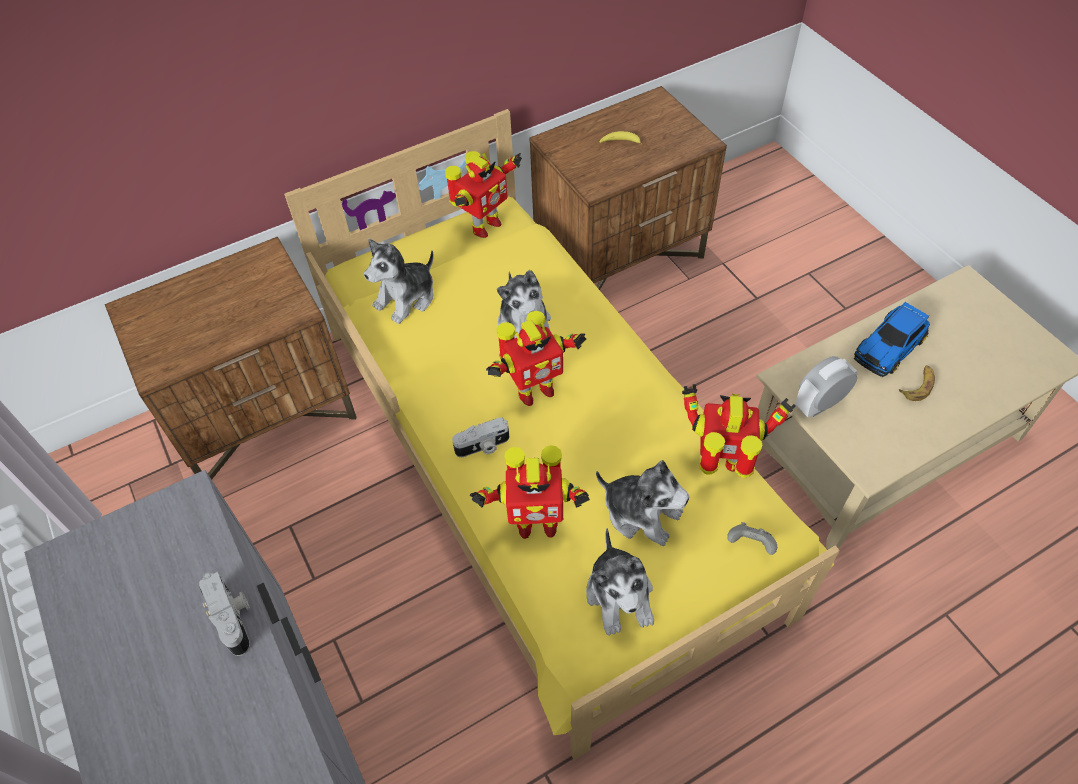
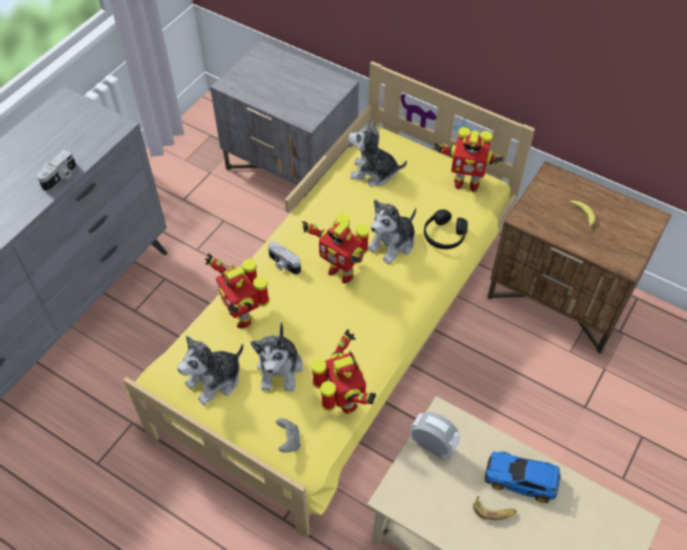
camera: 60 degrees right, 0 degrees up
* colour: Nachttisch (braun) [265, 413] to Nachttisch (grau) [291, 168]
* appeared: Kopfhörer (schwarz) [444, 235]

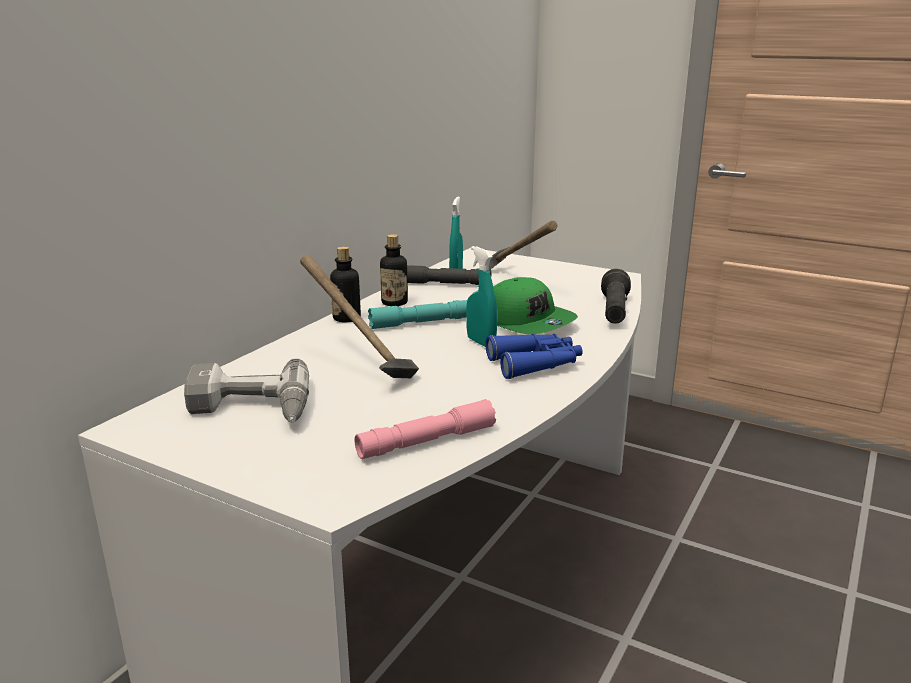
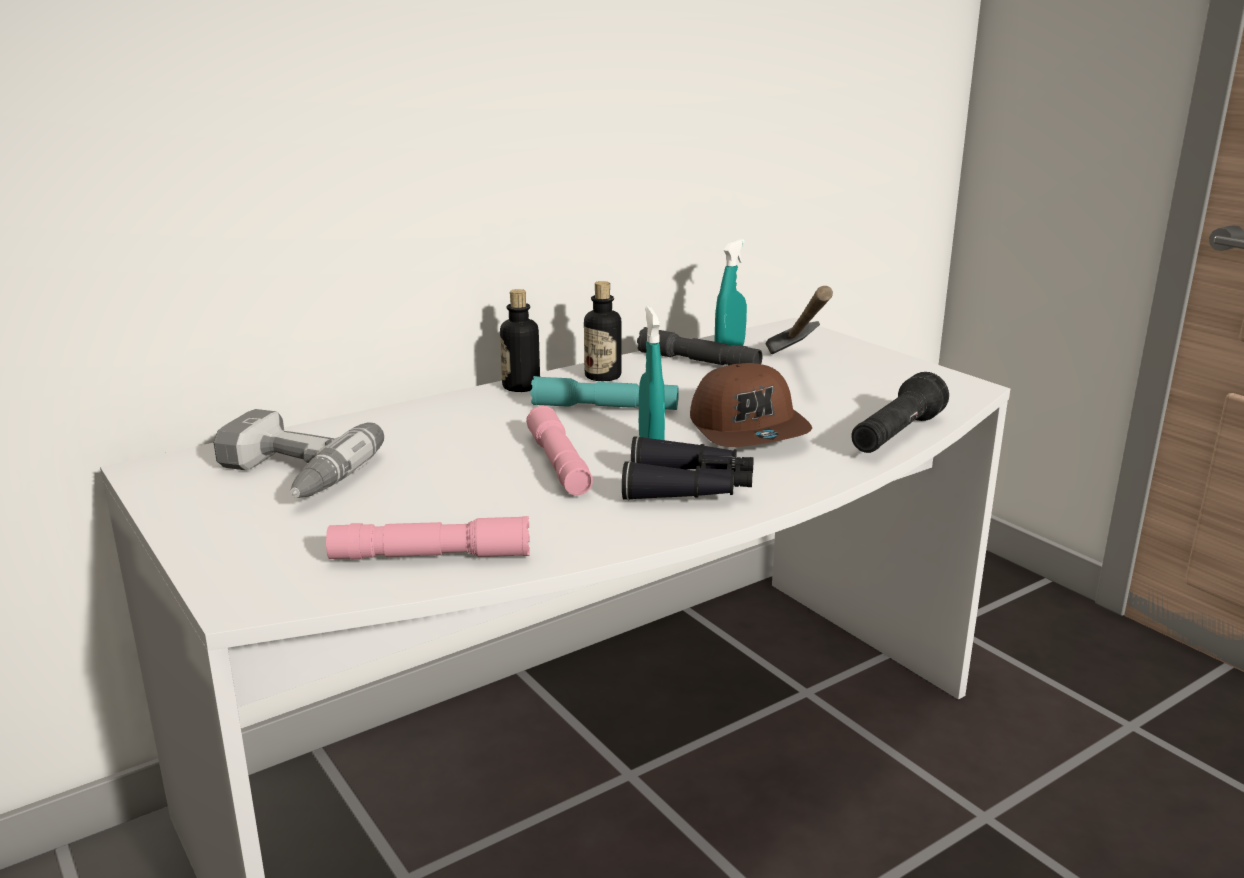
camera: 25 degrees right, 0 degrees up
* appeared: Taschenlampe (rosa) [559, 464]
* colour: Fernglas (blau) [536, 364] to Fernglas (schwarz) [689, 488]
* colour: Kappe (grün) [528, 322] to Kappe (braun) [749, 429]
* missing: Hammer [358, 367]

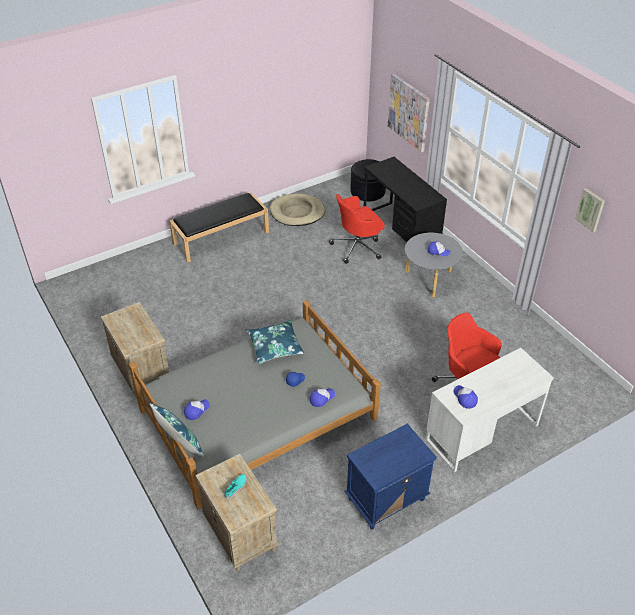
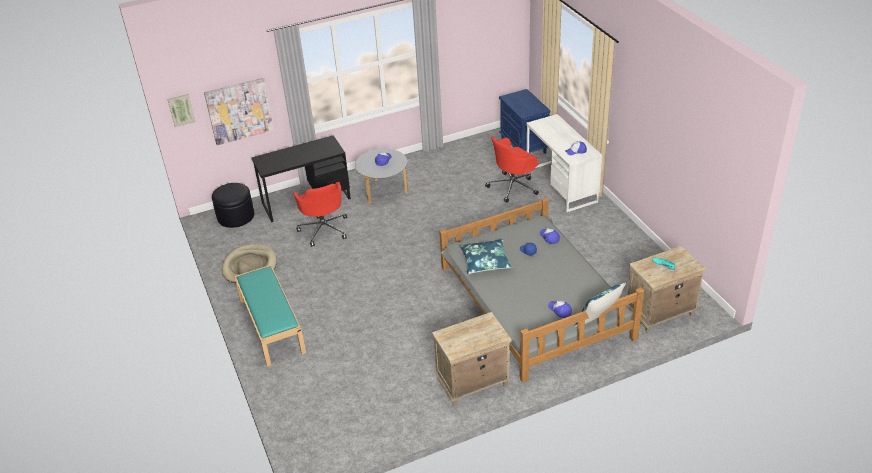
camera: 80 degrees left, 5 degrees down
* relocated: Bild [590, 209] to [181, 109]
* colour: Bank (schwarz) [221, 237] to Bank (türkis) [271, 325]
* relocated: Nachttisch (blau) [386, 500] to [524, 146]

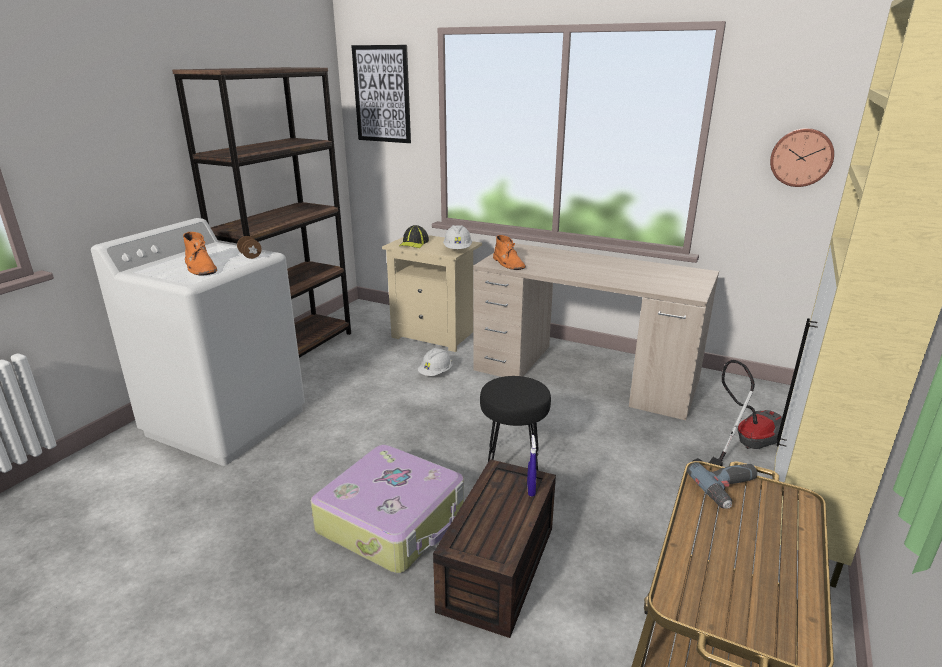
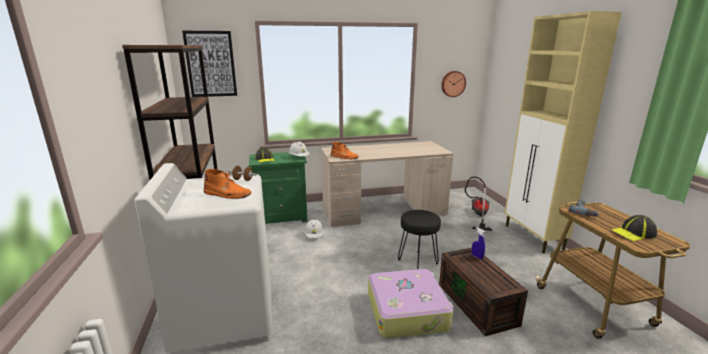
camera: 40 degrees left, 5 degrees down
* colour: Nachttisch (beige) [435, 335] to Nachttisch (grün) [282, 217]
* appeared: Kappe [633, 233]

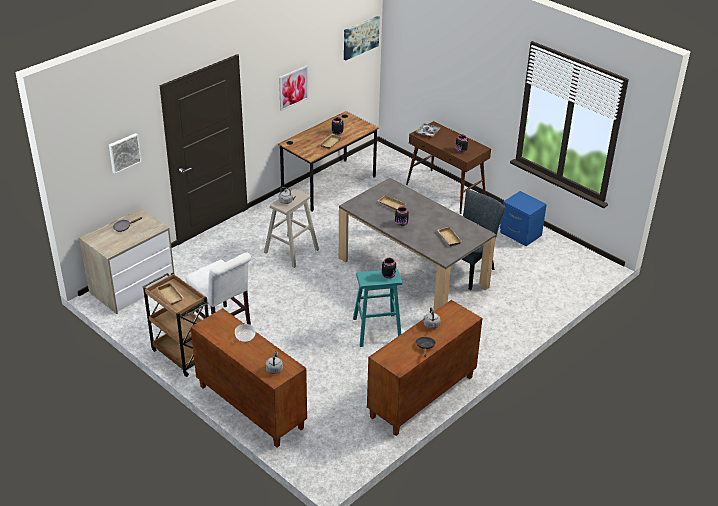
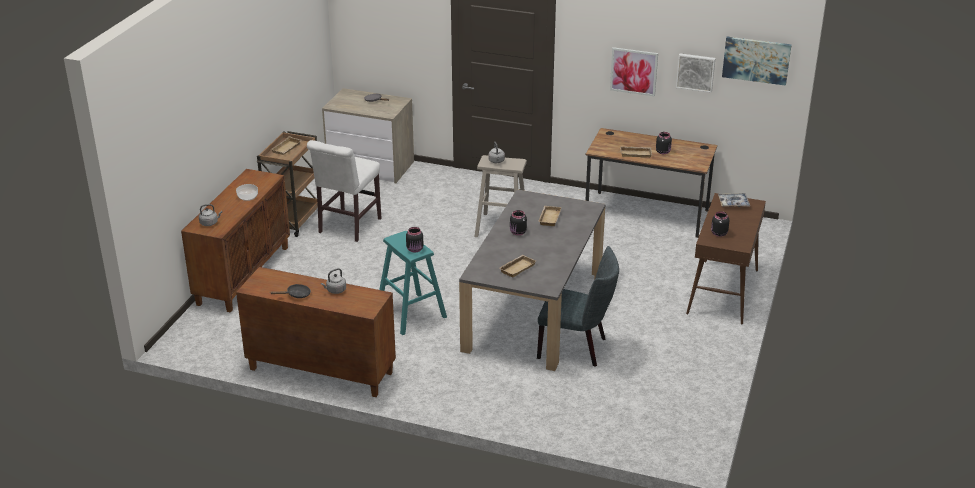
camera: 65 degrees right, 5 degrees down
* relocated: Bild [124, 152] to [695, 72]
* missing: Nachttisch (blau) [520, 234]

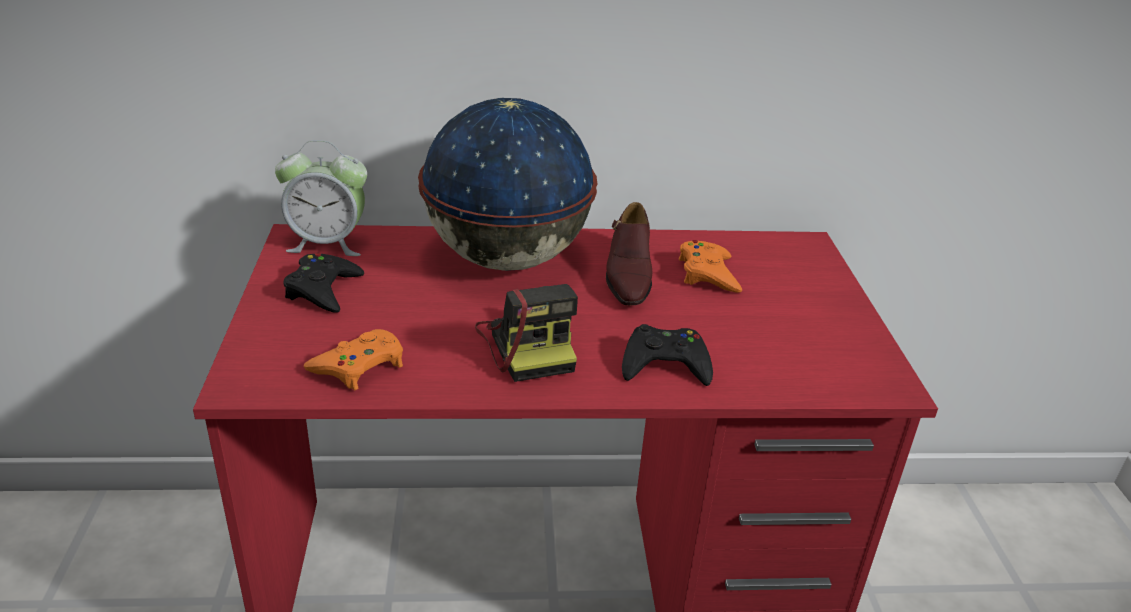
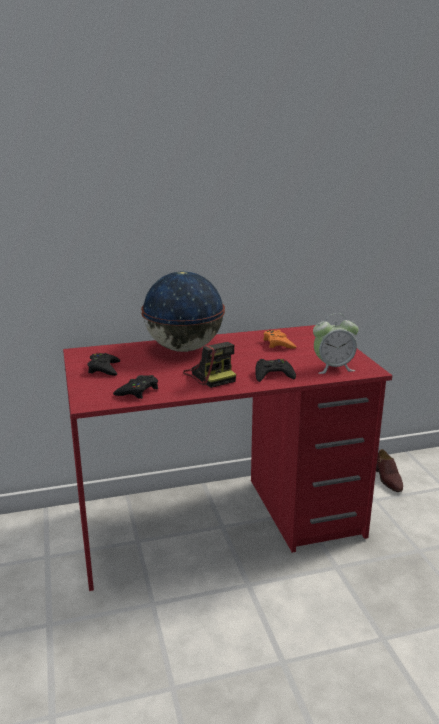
camera: 10 degrees left, 10 degrees down
* colour: Gamepad (orange) [359, 366] to Gamepad (schwarz) [138, 391]
* relocated: Wecker [327, 243] to [333, 368]
* relocated: Schuh (braun) [628, 275] to [387, 479]

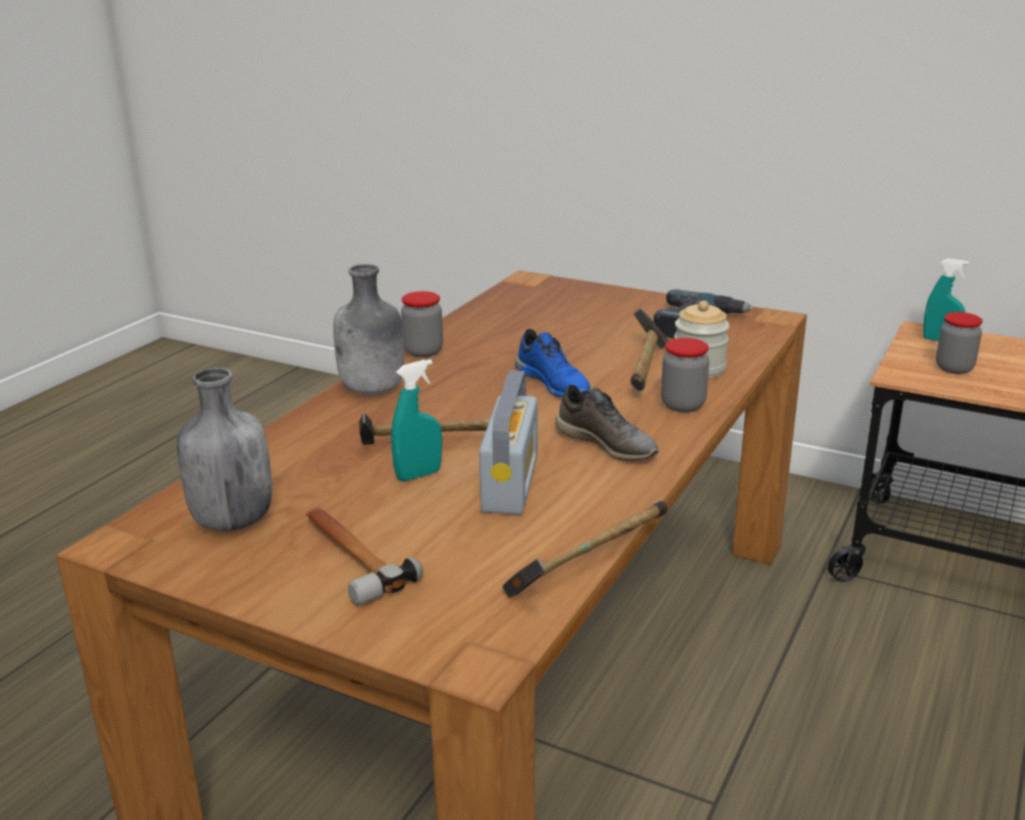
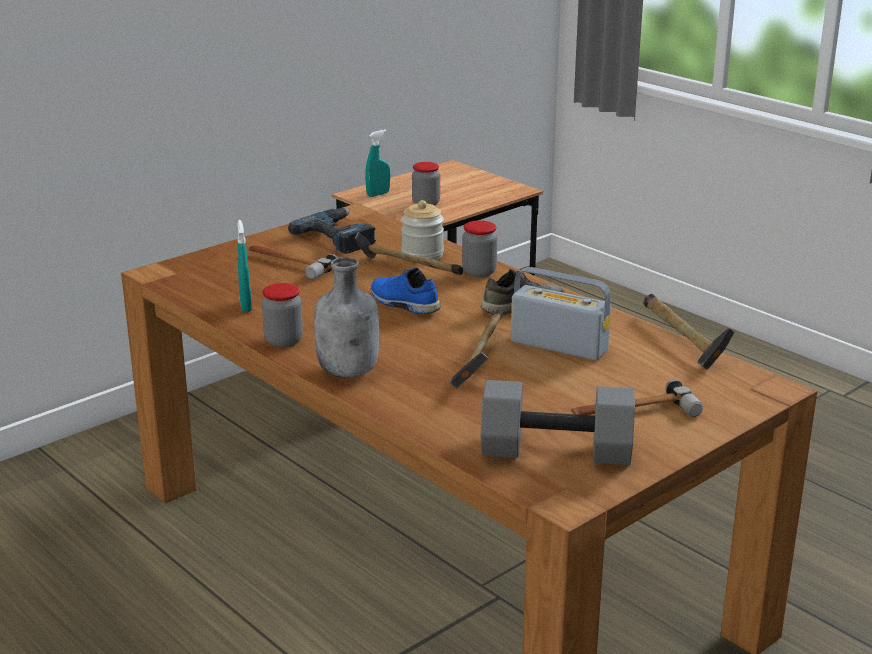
camera: 70 degrees left, 0 degrees up
* relocated: Sprühflasche (türkis) [418, 475] to [246, 306]
* appeared: Hammer [288, 264]
* spun: Schuh (blau) [554, 383] = [403, 304] 120 degrees counterclockwise
* exchanged: Flasche (grau) [231, 520] to Hantel (grau) [554, 452]

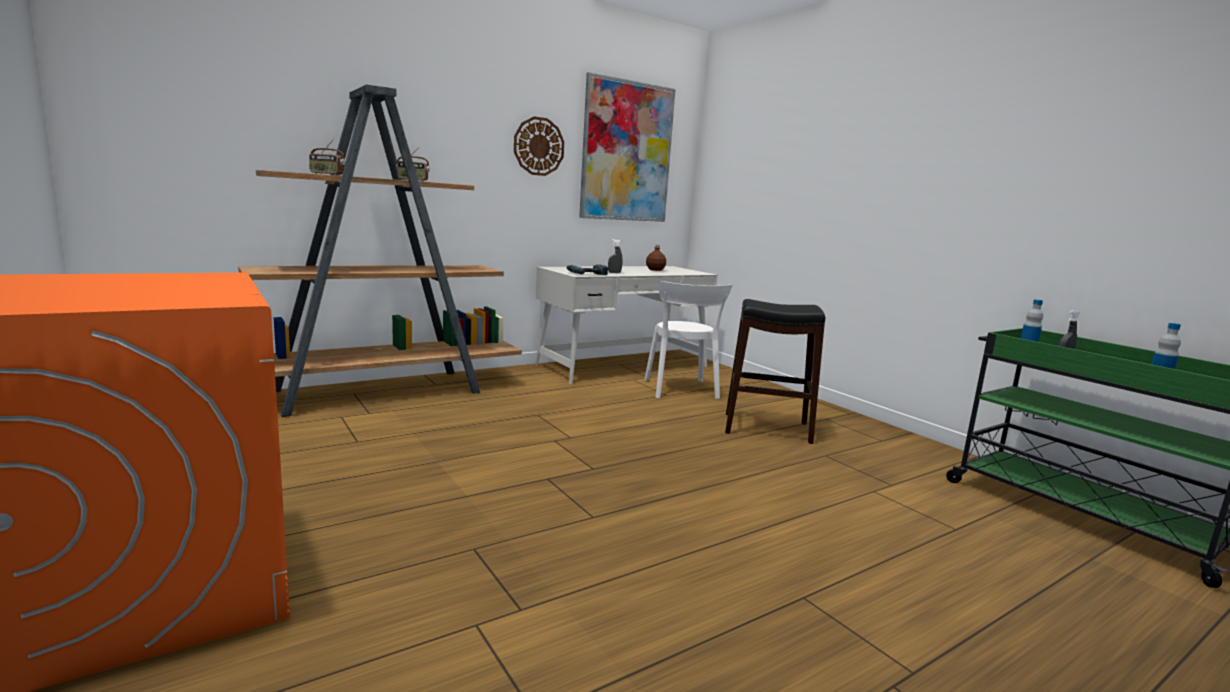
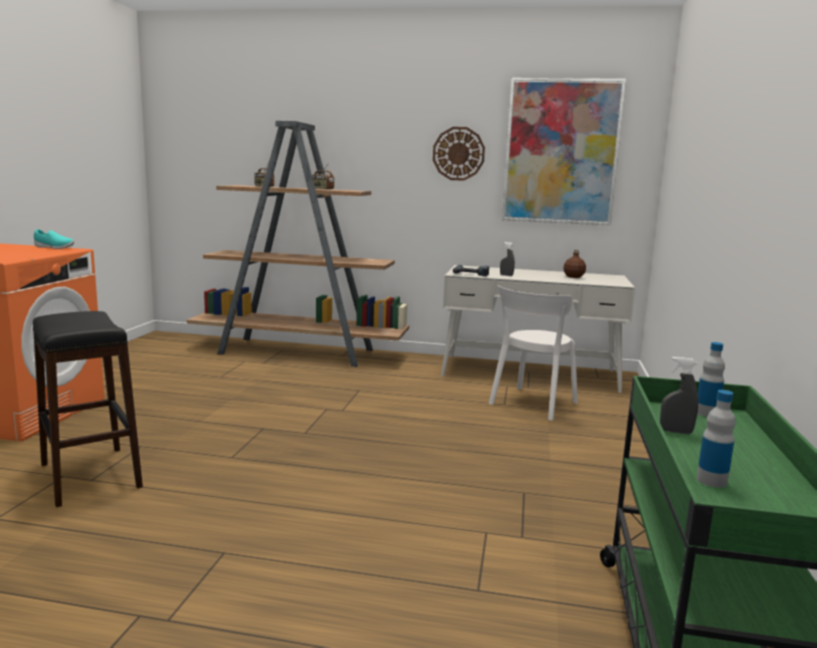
camera: 45 degrees right, 0 degrees up
* relocated: Hocker (schwarz) [767, 428] to [91, 475]
* appeared: Schuh (türkis) [54, 248]

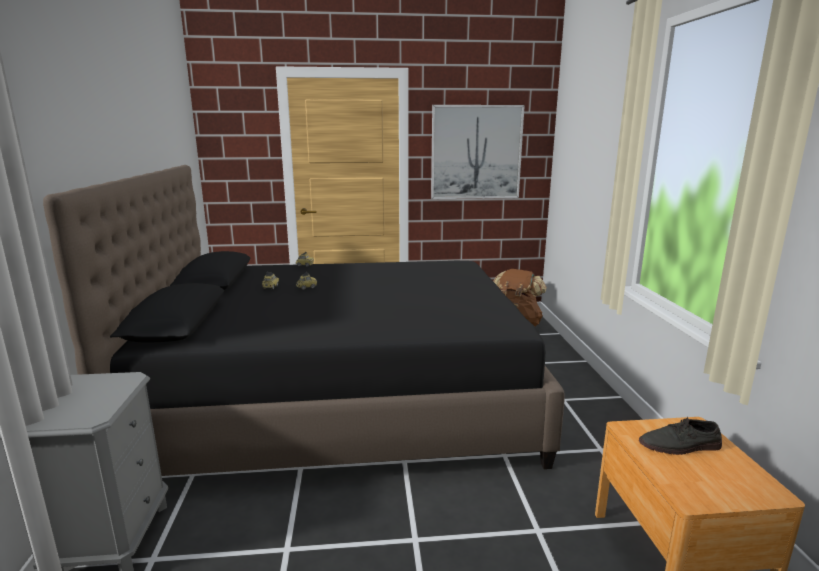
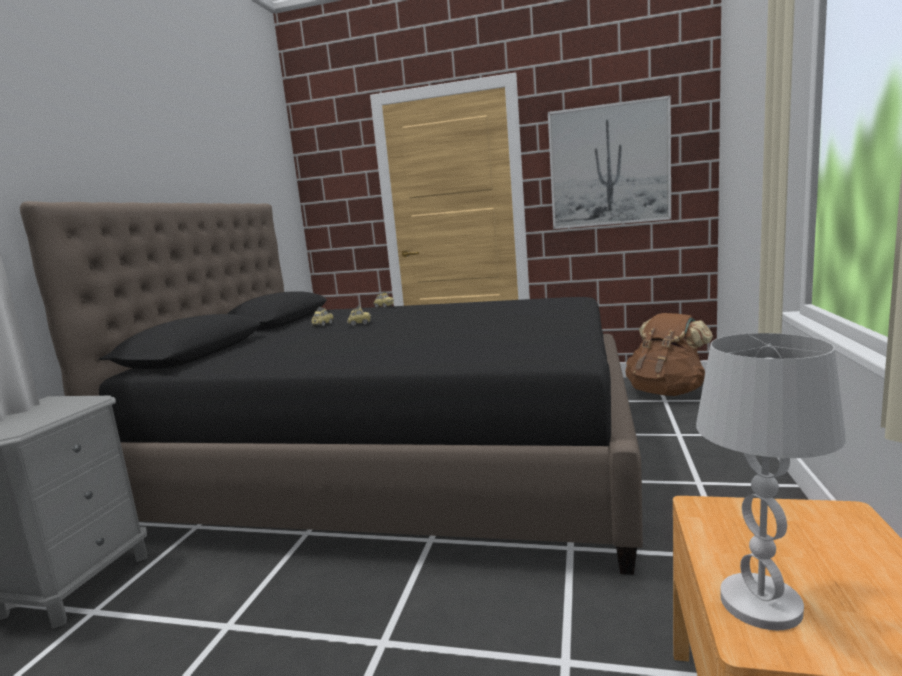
camera: 20 degrees right, 5 degrees down
* appeared: Tischlampe (weiß) [759, 603]
* missing: Schuh (grau) [680, 446]

